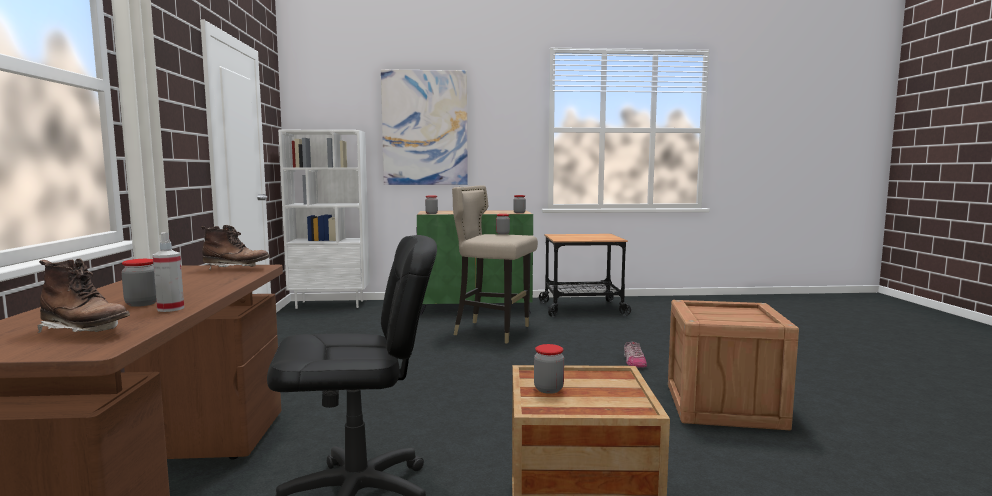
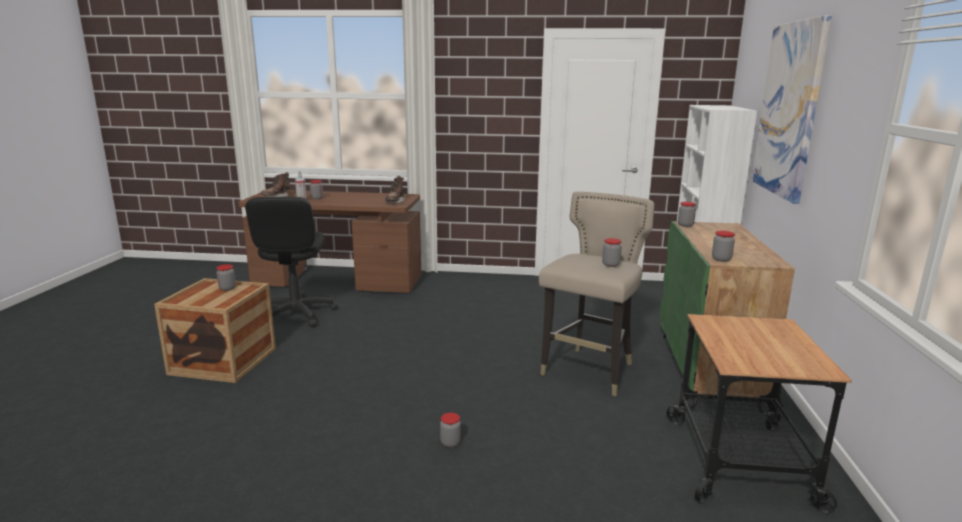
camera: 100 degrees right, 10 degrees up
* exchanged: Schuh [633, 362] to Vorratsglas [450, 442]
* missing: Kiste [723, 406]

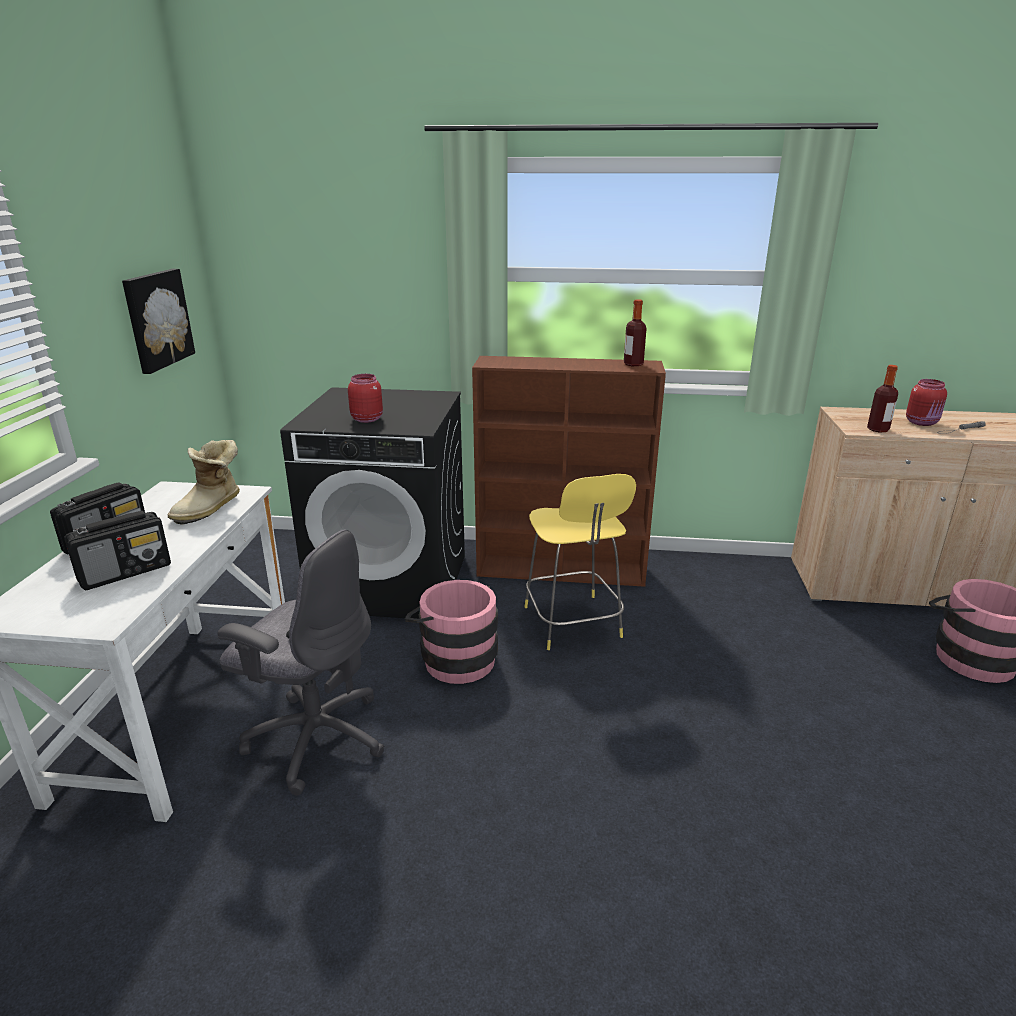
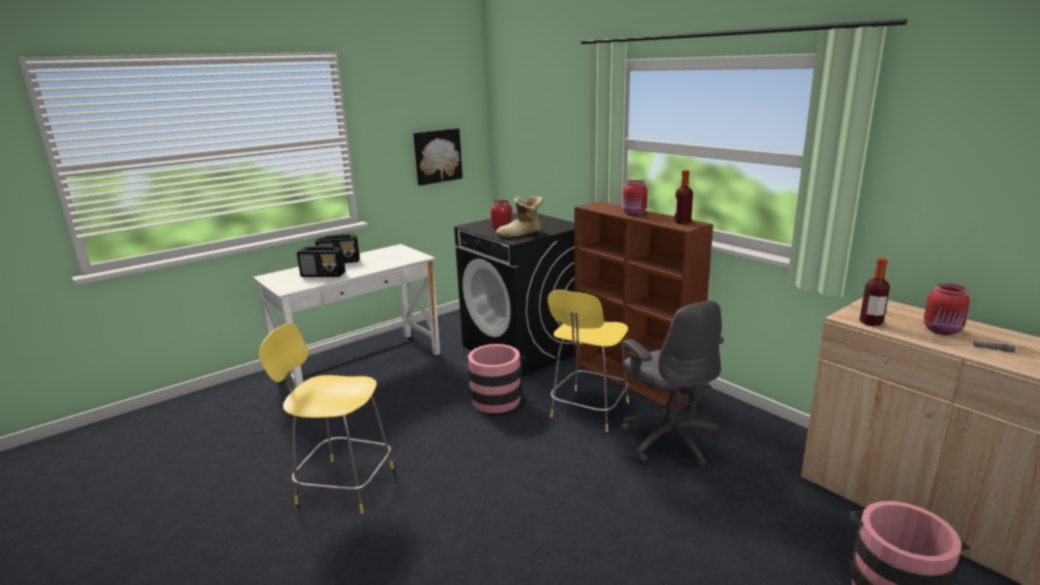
camera: 45 degrees right, 5 degrees down
* appeared: Hocker (gelb) [342, 484]
* relocated: Stiefel [211, 508] to [521, 234]
* relocated: Bürostuhl (grau) [316, 737] to [668, 440]
* appeared: Vorratsglas (rot) [634, 214]

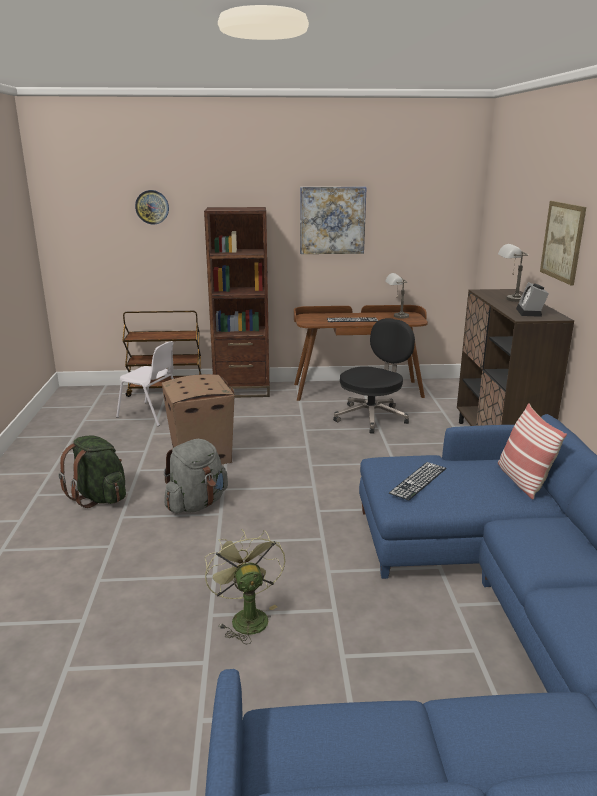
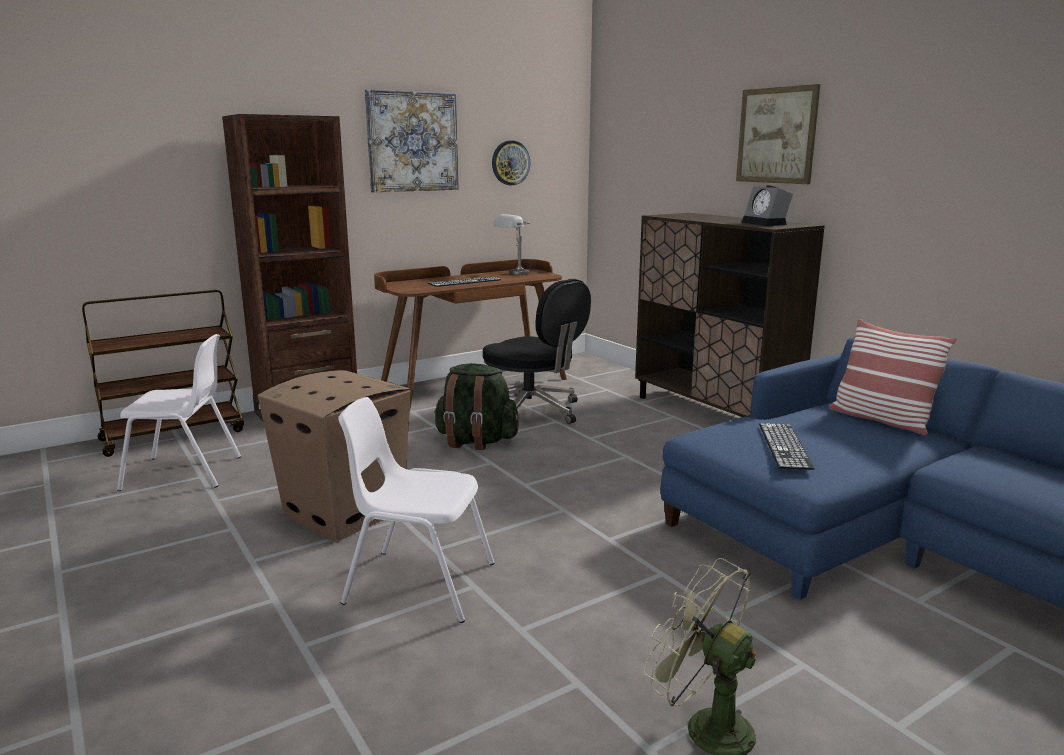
camera: 30 degrees left, 5 degrees down
* exchanged: Rucksack (grau) [197, 504] to Stuhl (weiß) [418, 583]
* relocated: Rucksack (grün) [99, 497] to [475, 442]
* spun: Bürostuhl (schwarz) [372, 417] = [532, 411] 120 degrees clockwise
* relocated: Wanduhr [152, 207] to [510, 163]
* missing: Tischlampe (grau) [509, 299]

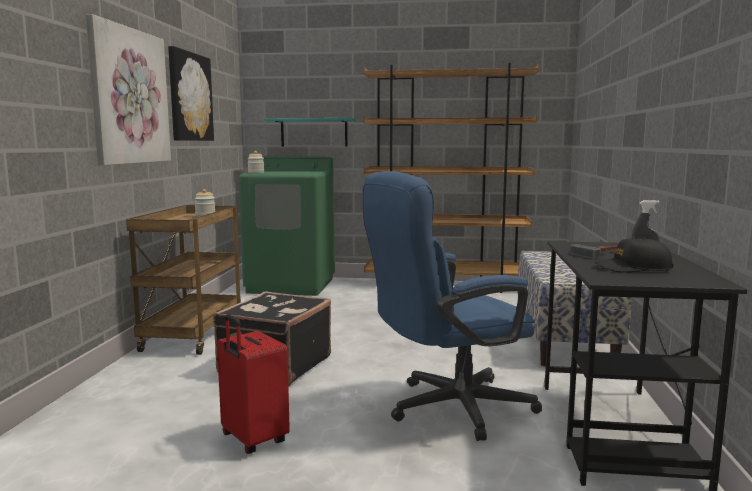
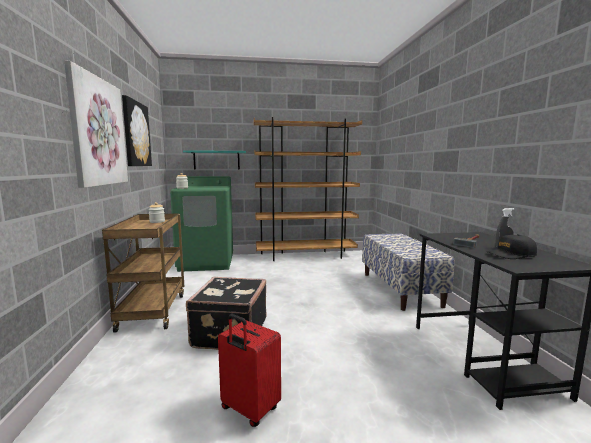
camera: 15 degrees left, 0 degrees up
* missing: Bürostuhl (blau) [447, 409]

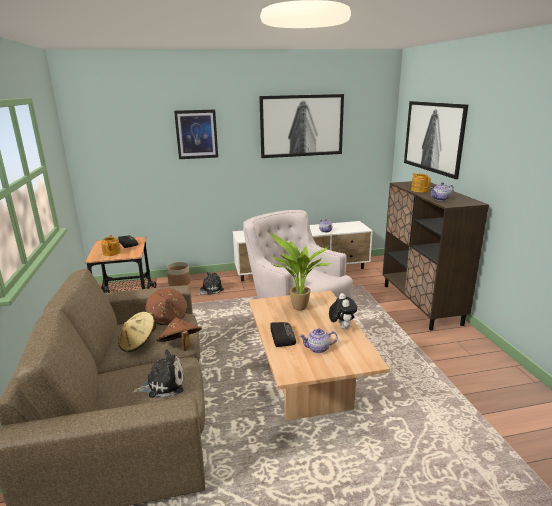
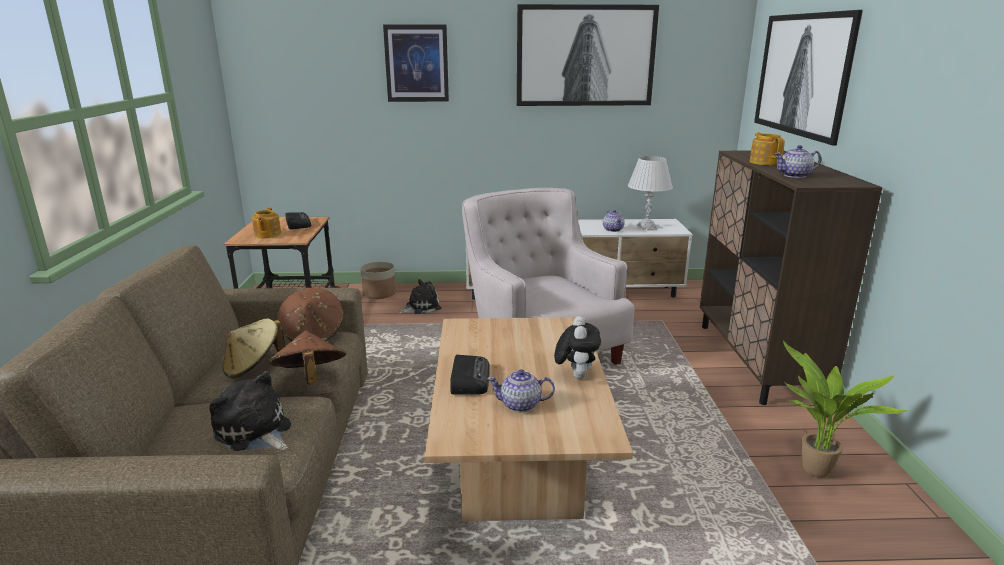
camera: 10 degrees right, 0 degrees up
* spun: Plüschtier [163, 384] = [254, 432] 135 degrees counterclockwise
* appeared: Tischlampe (weiß) [646, 227]
* relocated: Topfpflanze [298, 309] to [813, 473]

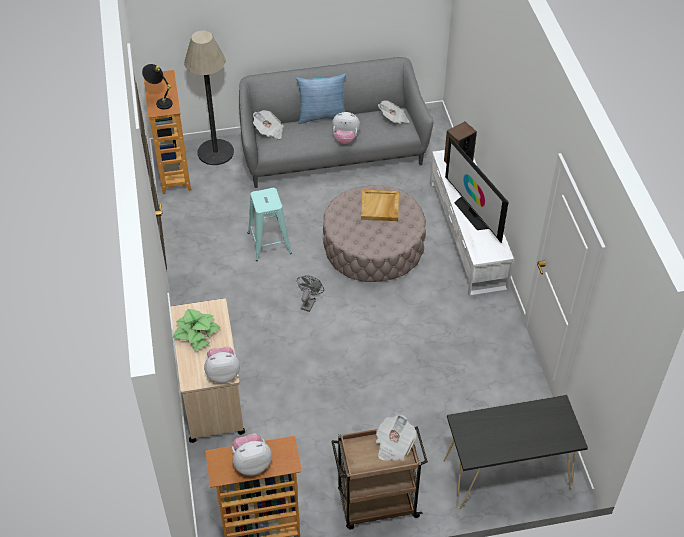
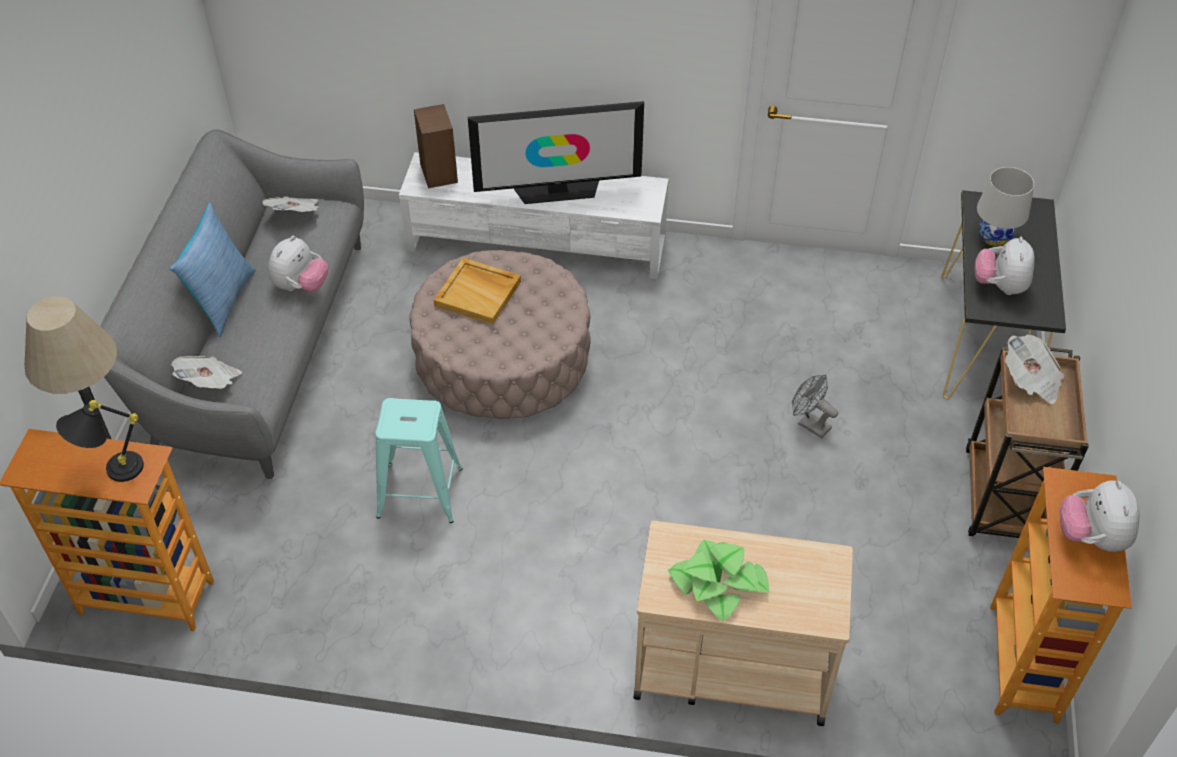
camera: 70 degrees left, 0 degrees up
* relocated: Ventilator (grau) [309, 302] to [809, 424]
* relocated: Plüschtier [223, 373] to [999, 286]
* appeared: Tischlampe (weiß) [994, 237]

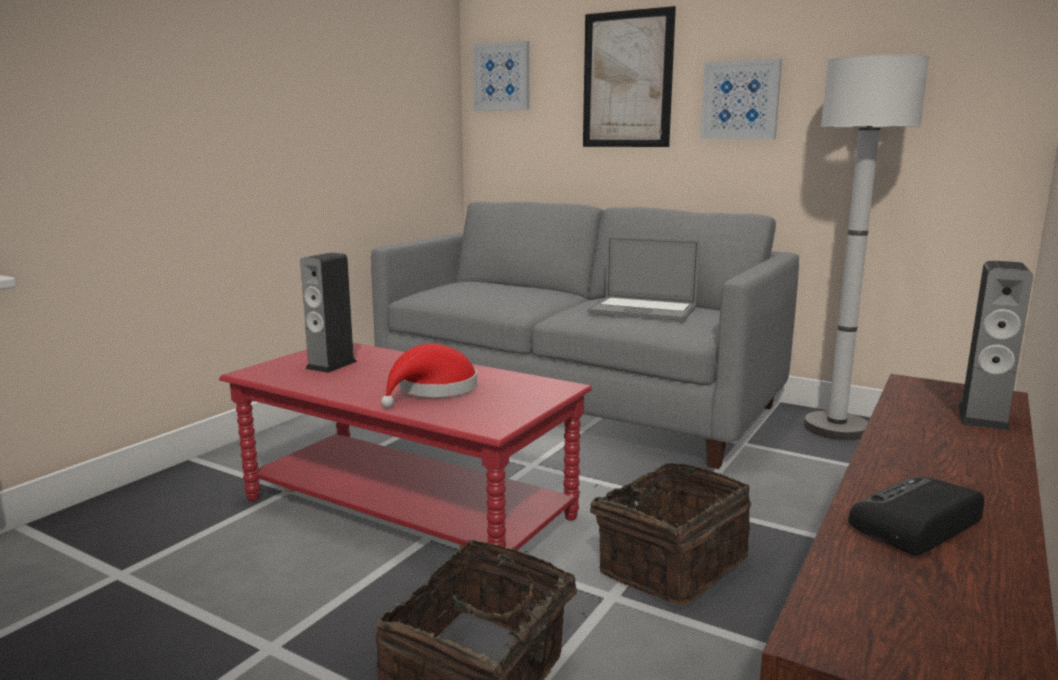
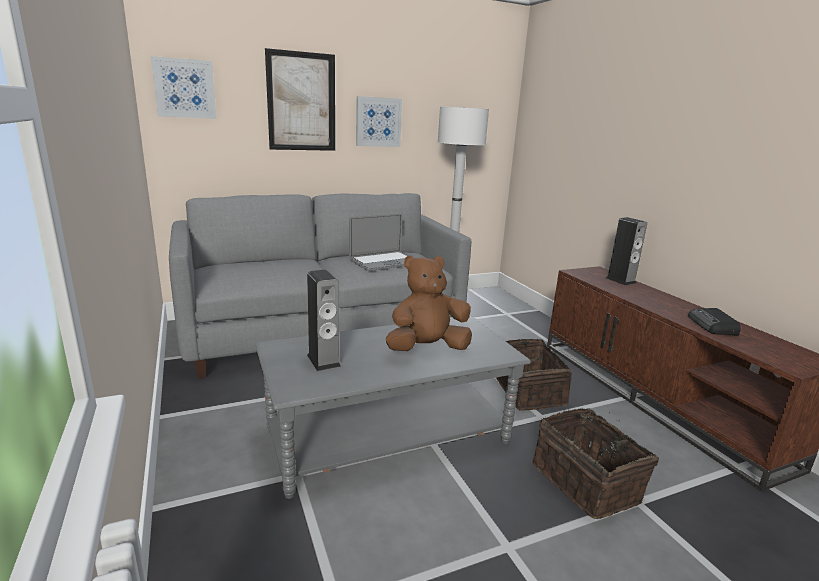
camera: 55 degrees left, 5 degrees up
* colour: Couchtisch (rot) [408, 509] to Couchtisch (grau) [389, 437]
* exchanged: Hut (rot) [433, 390] to Plüschtier (braun) [427, 348]

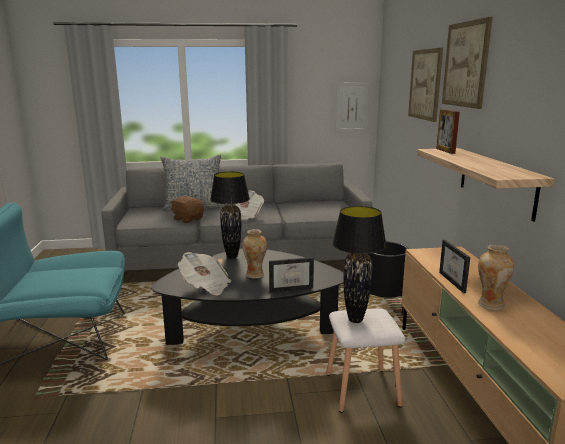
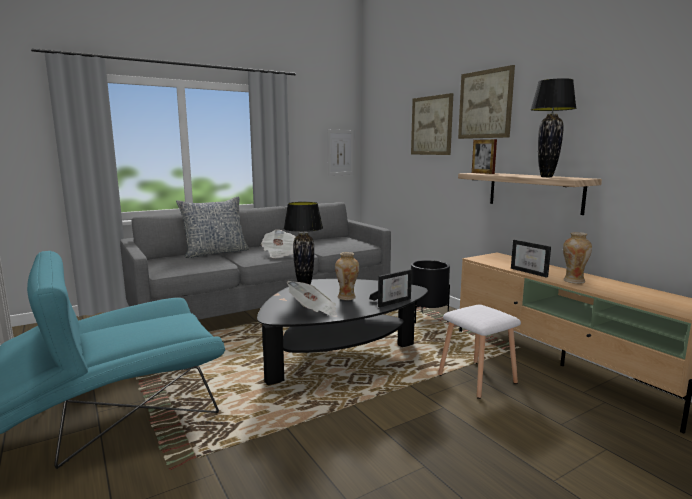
camera: 25 degrees left, 5 degrees down
* relocated: Tischlampe (schwarz) [356, 320] to [546, 177]
* missing: Plüschtier (braun) [188, 219]

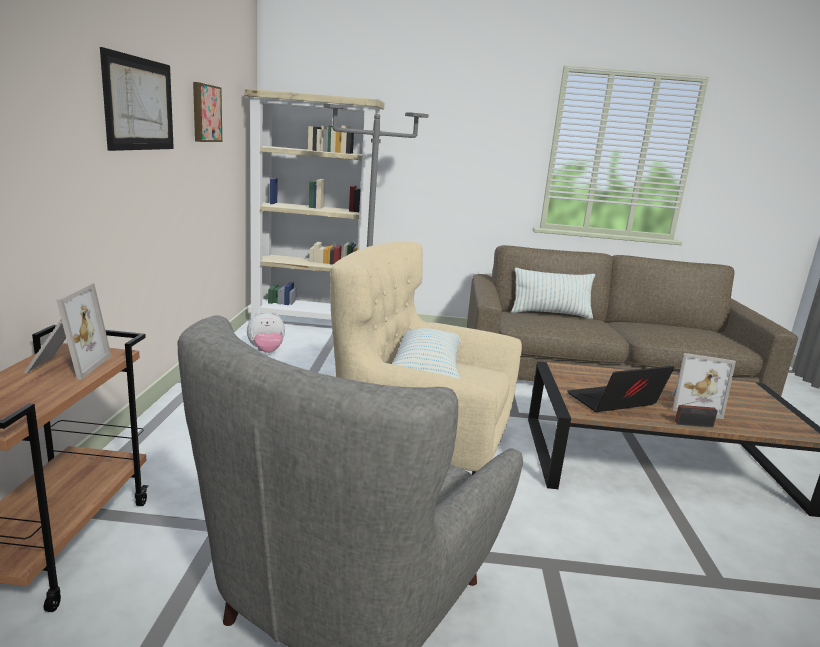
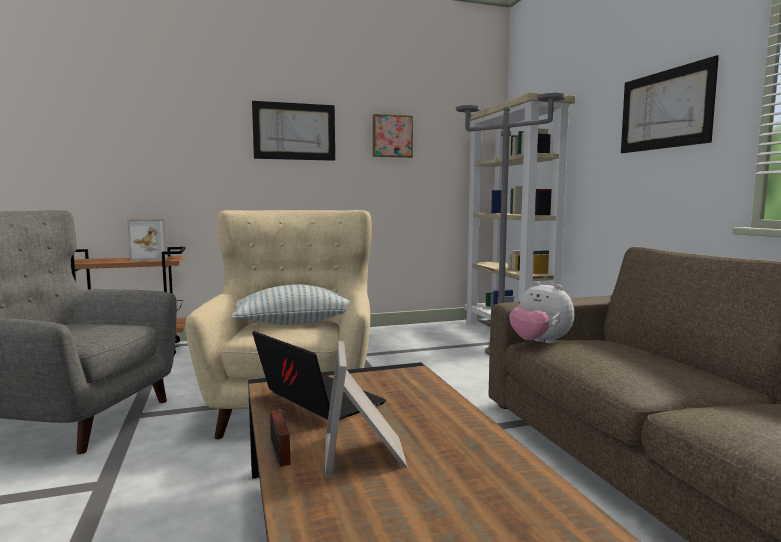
camera: 70 degrees right, 10 degrees down
* relocated: Plüschtier [266, 351] to [539, 343]
* appeared: Bild [665, 109]
* missing: Kissen [550, 314]

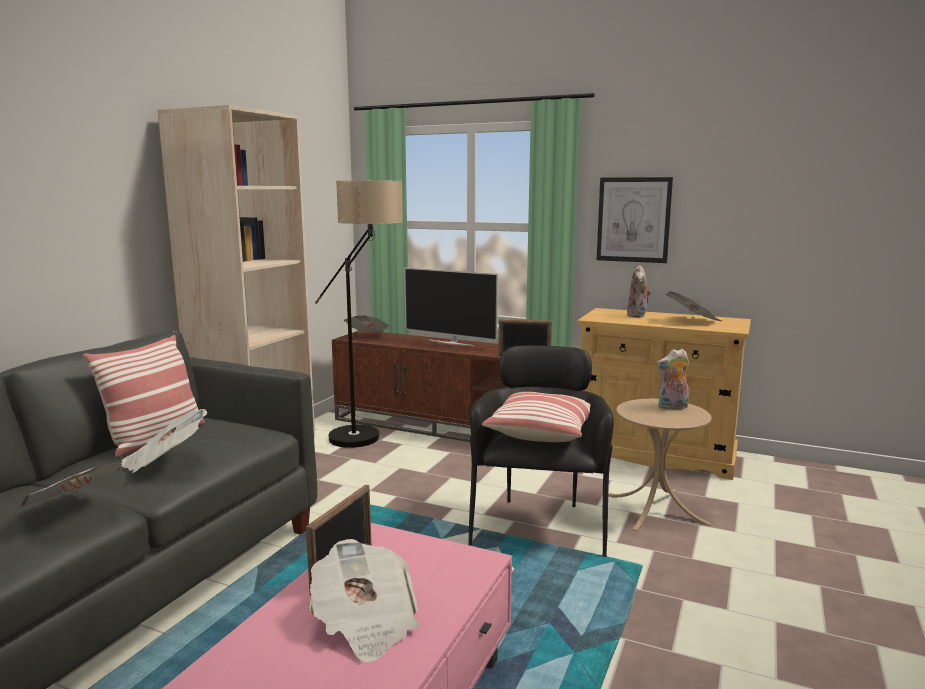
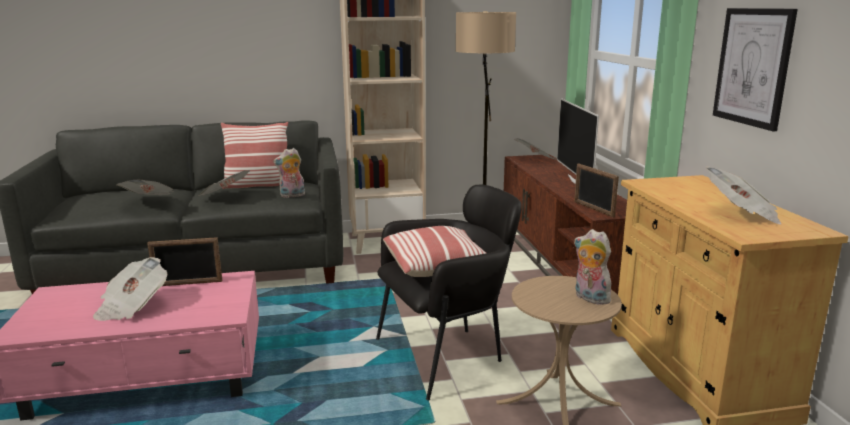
camera: 55 degrees right, 5 degrees up
* relocated: Plüschtier [638, 315] to [292, 196]

